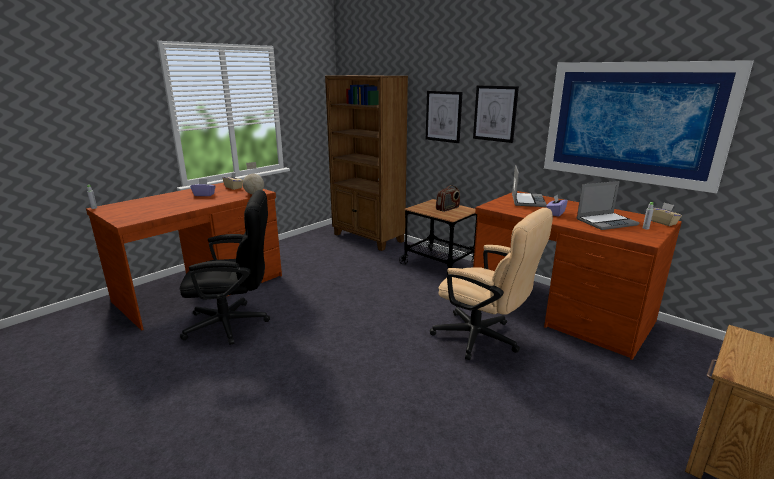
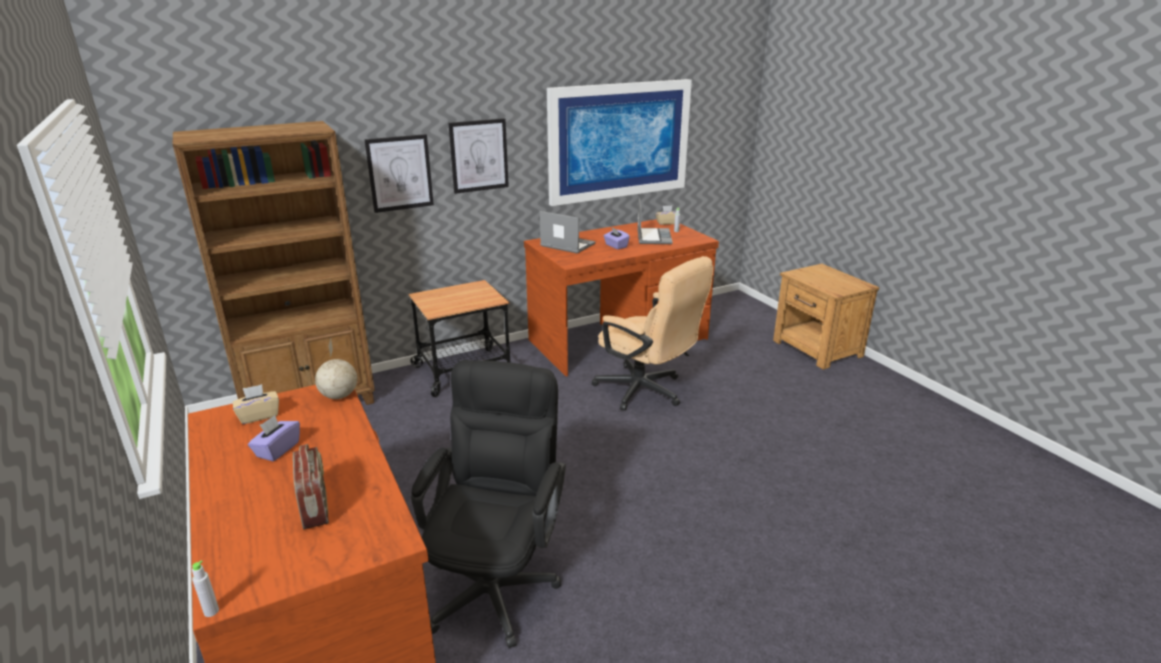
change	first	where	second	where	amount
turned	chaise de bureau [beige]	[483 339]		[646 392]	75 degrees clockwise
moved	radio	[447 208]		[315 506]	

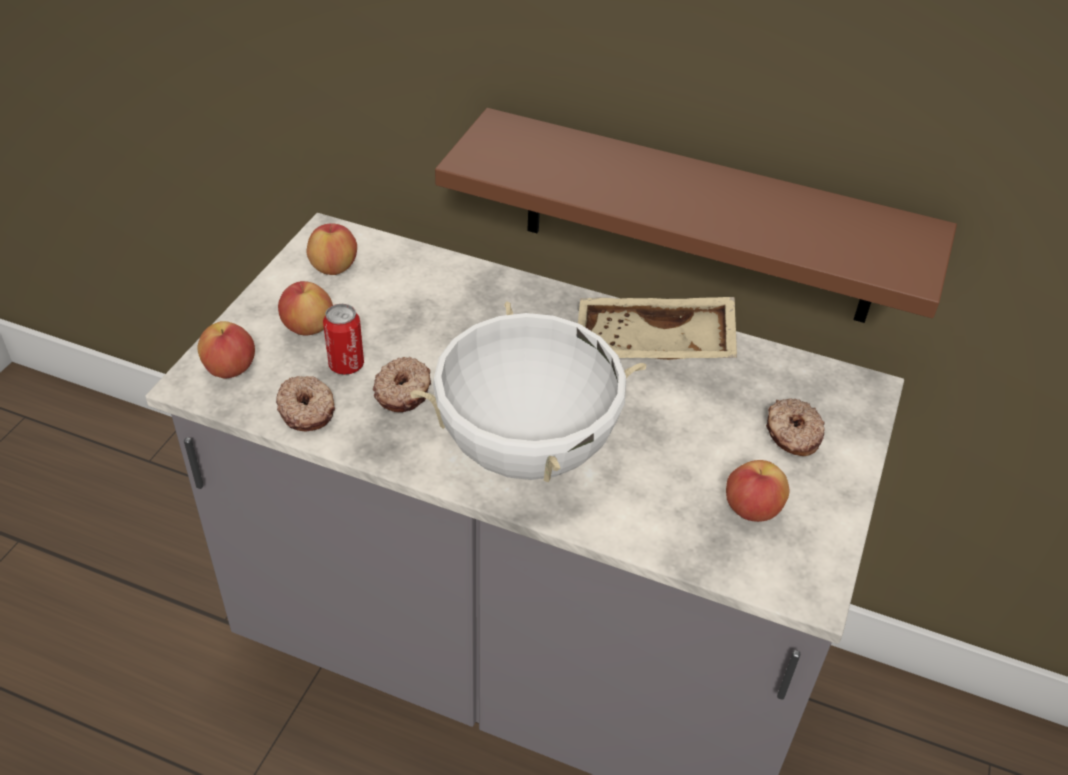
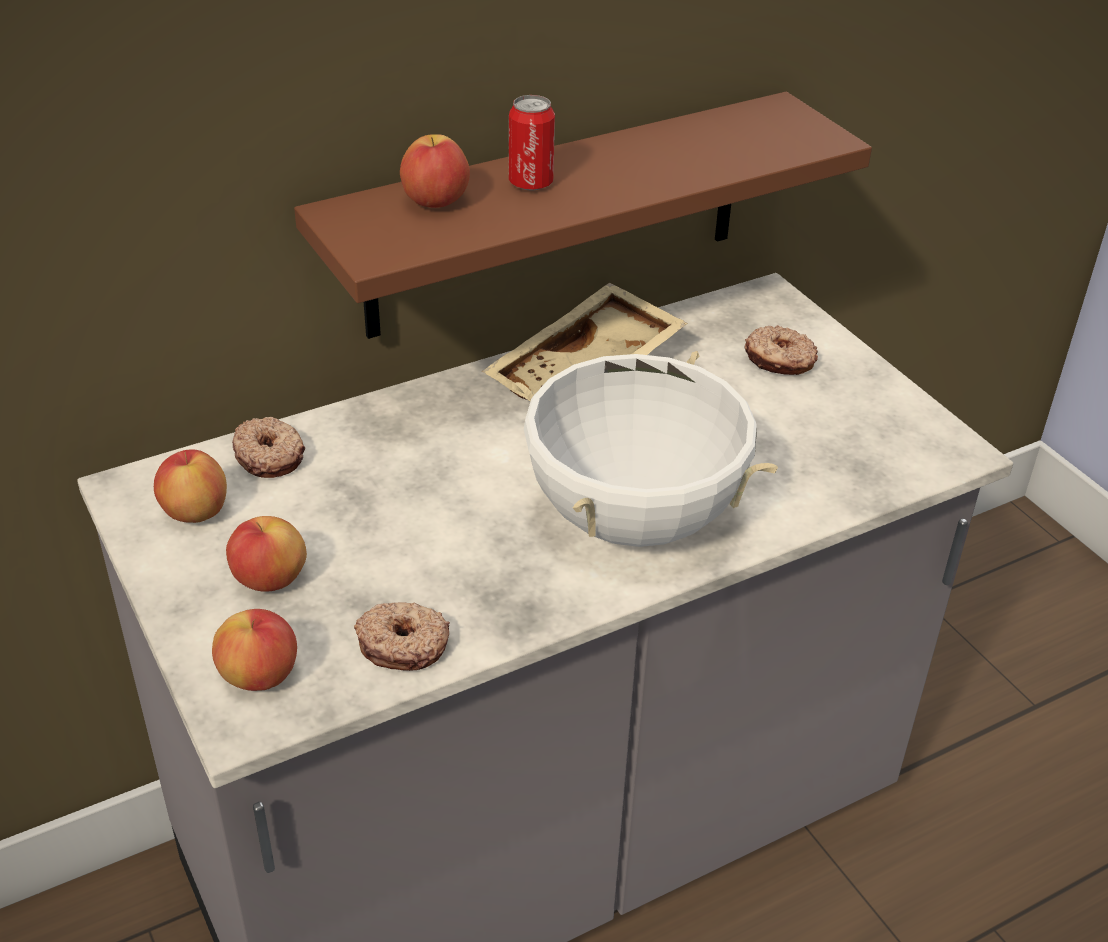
change	first	where	second	where	amount
moved	boîte métallique	[346 365]		[531 183]	
moved	beignet	[404 392]		[270 456]	
moved	pomme	[752 509]		[435 202]	

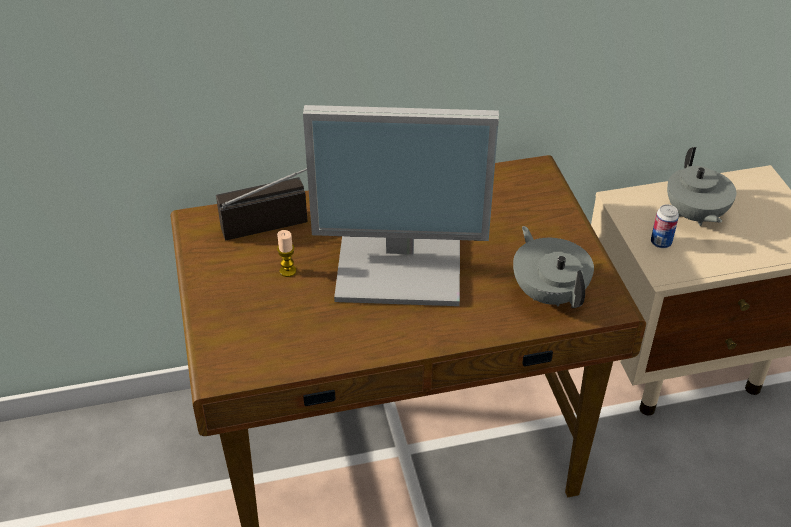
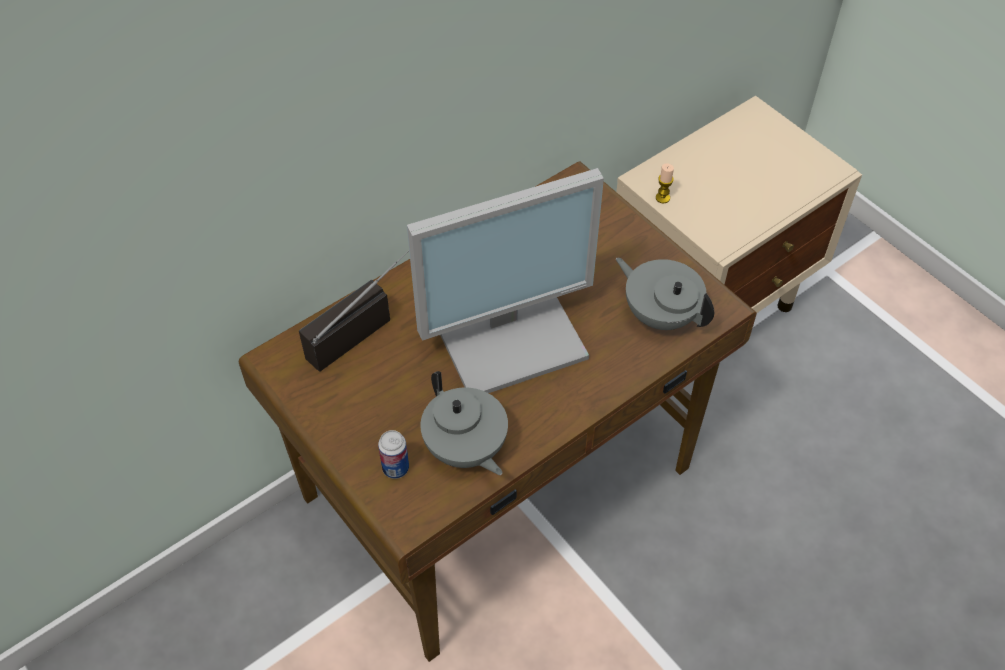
change	first	where	second	where	amount
moved	bougie	[288 271]		[662 198]	
moved	boîte métallique	[661 242]		[395 468]	
moved	théière [gris]	[694 215]		[465 449]	

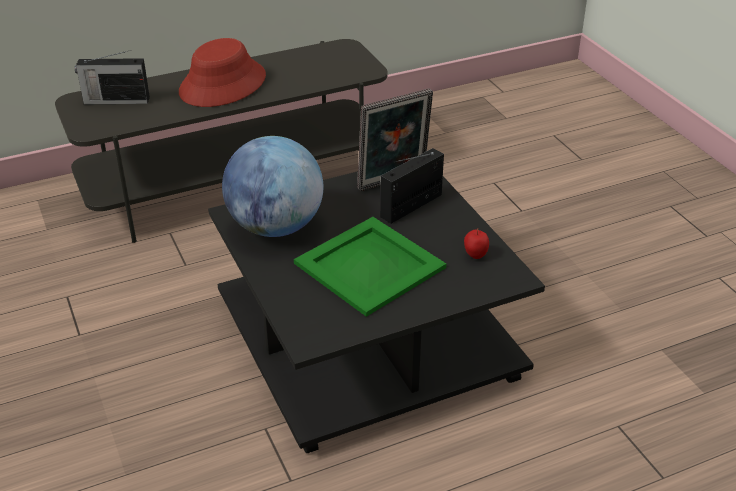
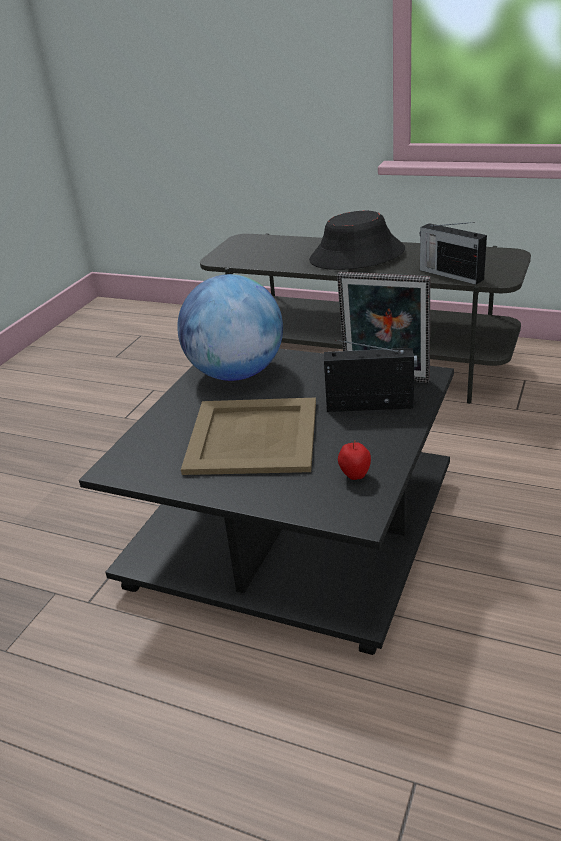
change	first	where	second	where	amount
moved	radio	[115 100]		[450 274]	
recoloured	chapeau [rouge]	[223 85]	chapeau [noir]	[357 256]	
recoloured	plateau [vert]	[369 266]	plateau [beige]	[251 437]	

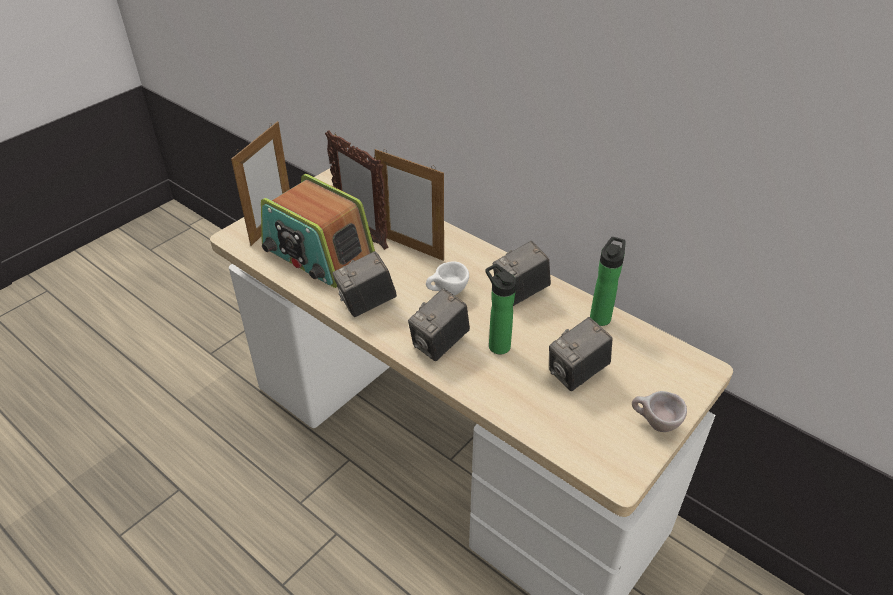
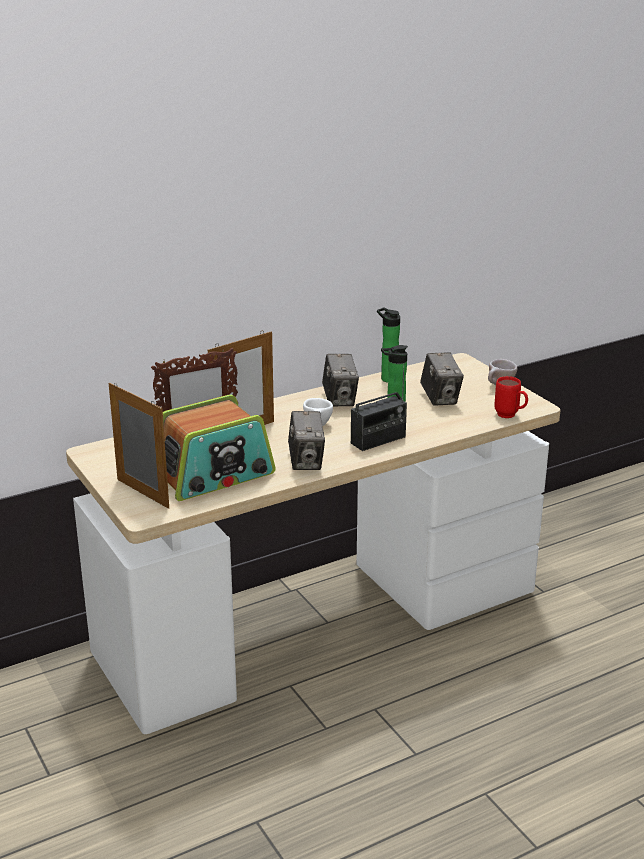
change	first	where	second	where	amount
replaced	appareil photo	[439 344]	radio	[378 440]	
added			mug [rouge]	[510 416]	

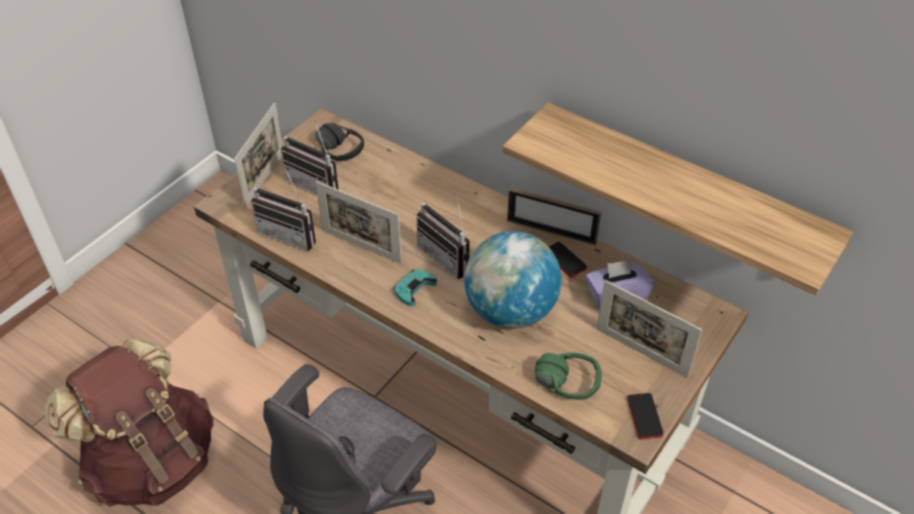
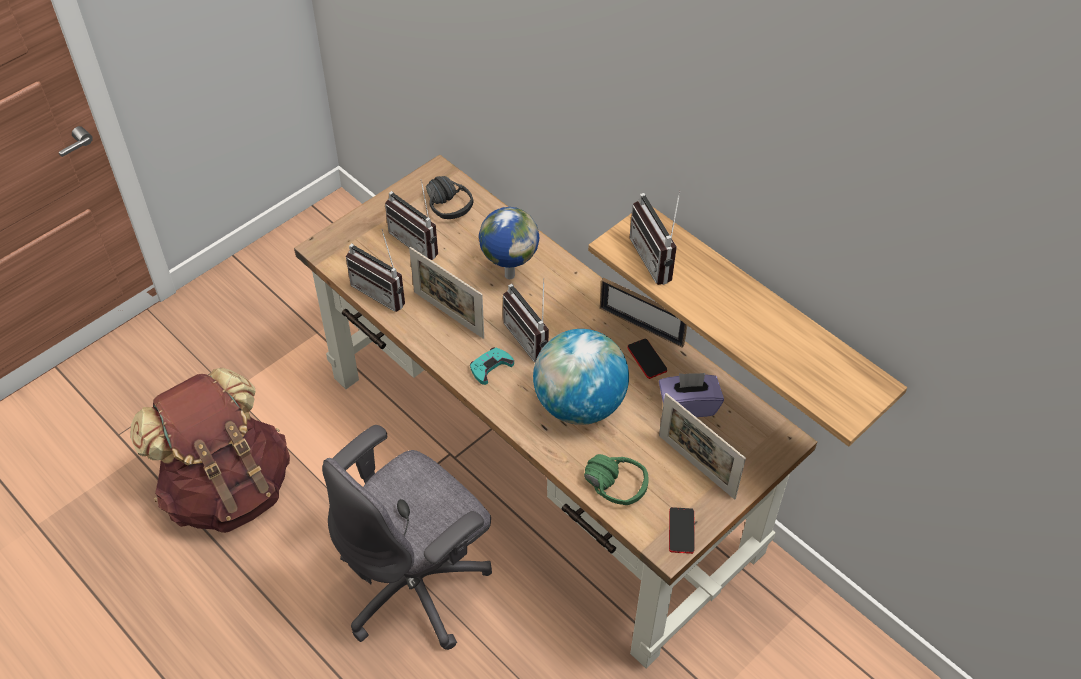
change	first	where	second	where	amount
removed	cadre photo	[265 178]			
added			globe	[509 275]	
added			radio	[658 258]	

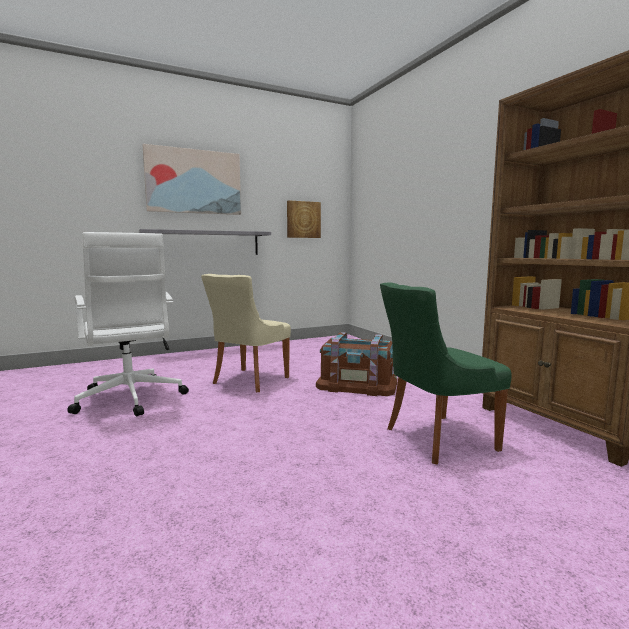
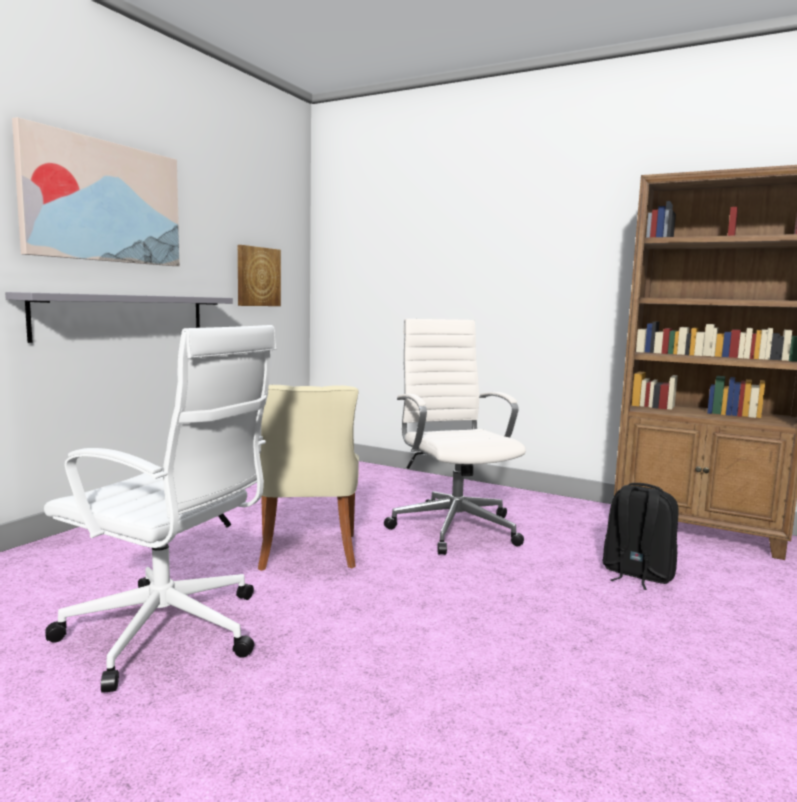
change	first	where	second	where	amount
replaced	boîte de rangement [marron]	[357 384]	chaise de bureau [blanc]	[454 527]	
replaced	chaise [vert]	[436 439]	sac à dos [noir]	[636 574]	

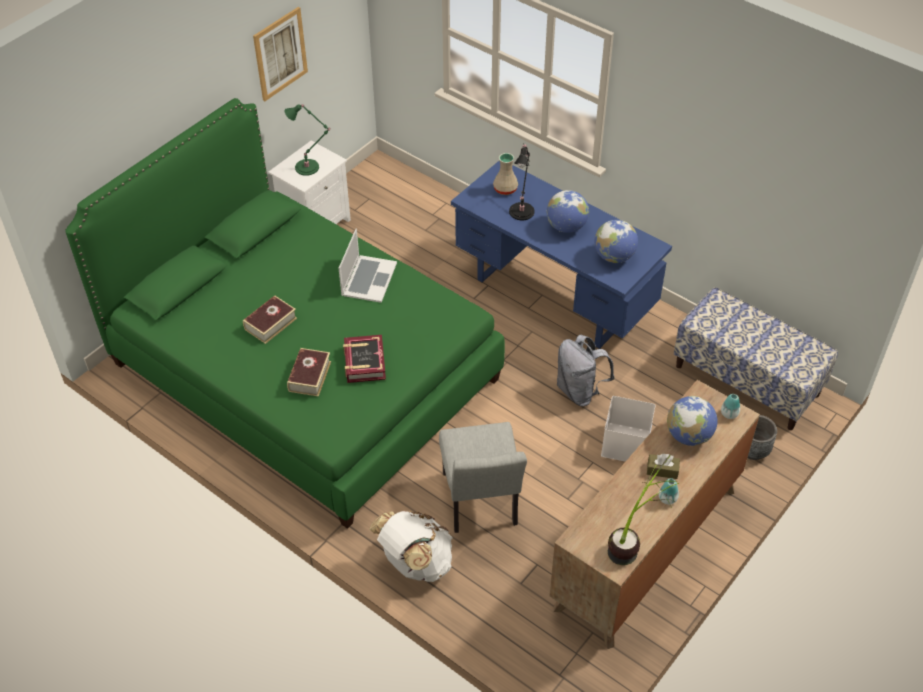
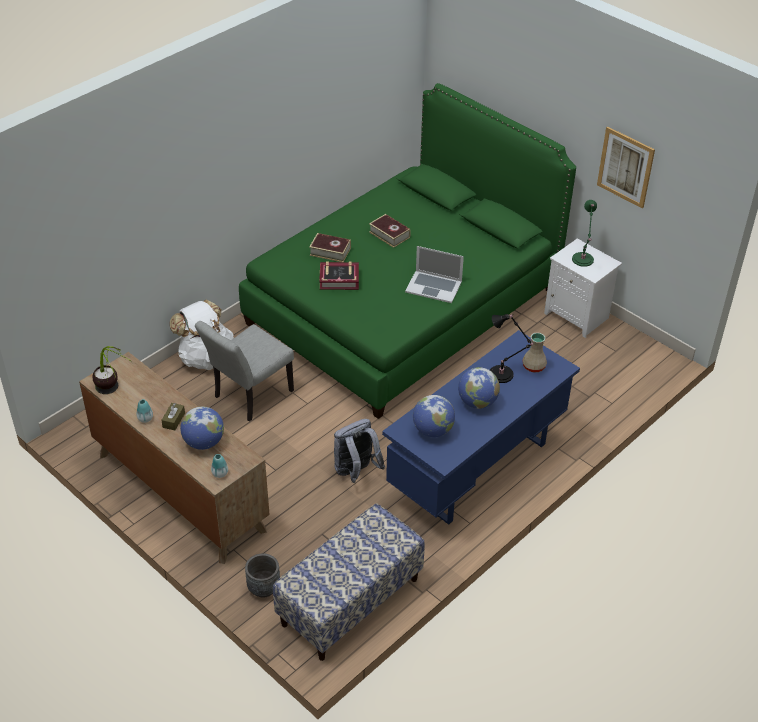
change	first	where	second	where	amount
turned	chaise [gris]	[481 505]		[249 396]	45 degrees counterclockwise
removed	boîte de rangement [blanc]	[626 444]			

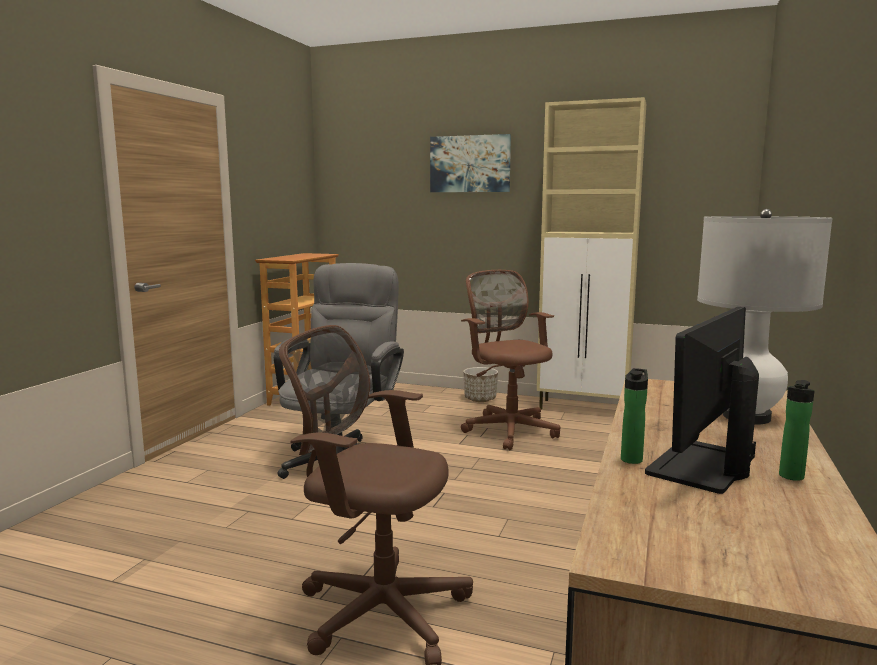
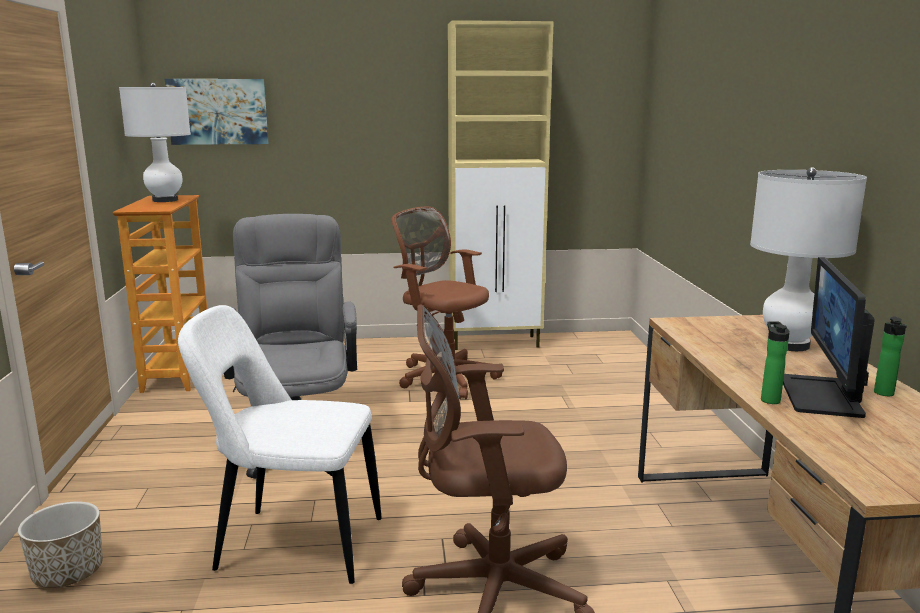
change	first	where	second	where	amount
moved	tableau	[470 164]		[218 111]	
moved	cache-pot	[480 399]		[68 573]	
added			lampe de table [blanc]	[165 200]	
added			chaise [blanc]	[292 544]	

